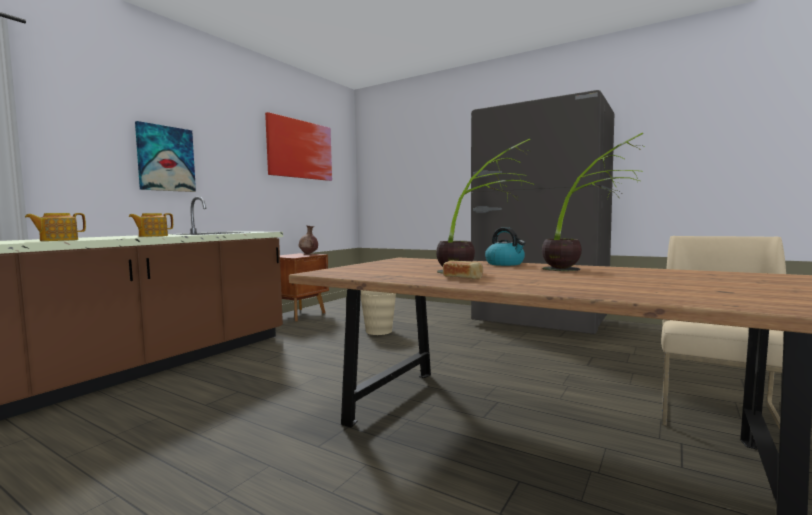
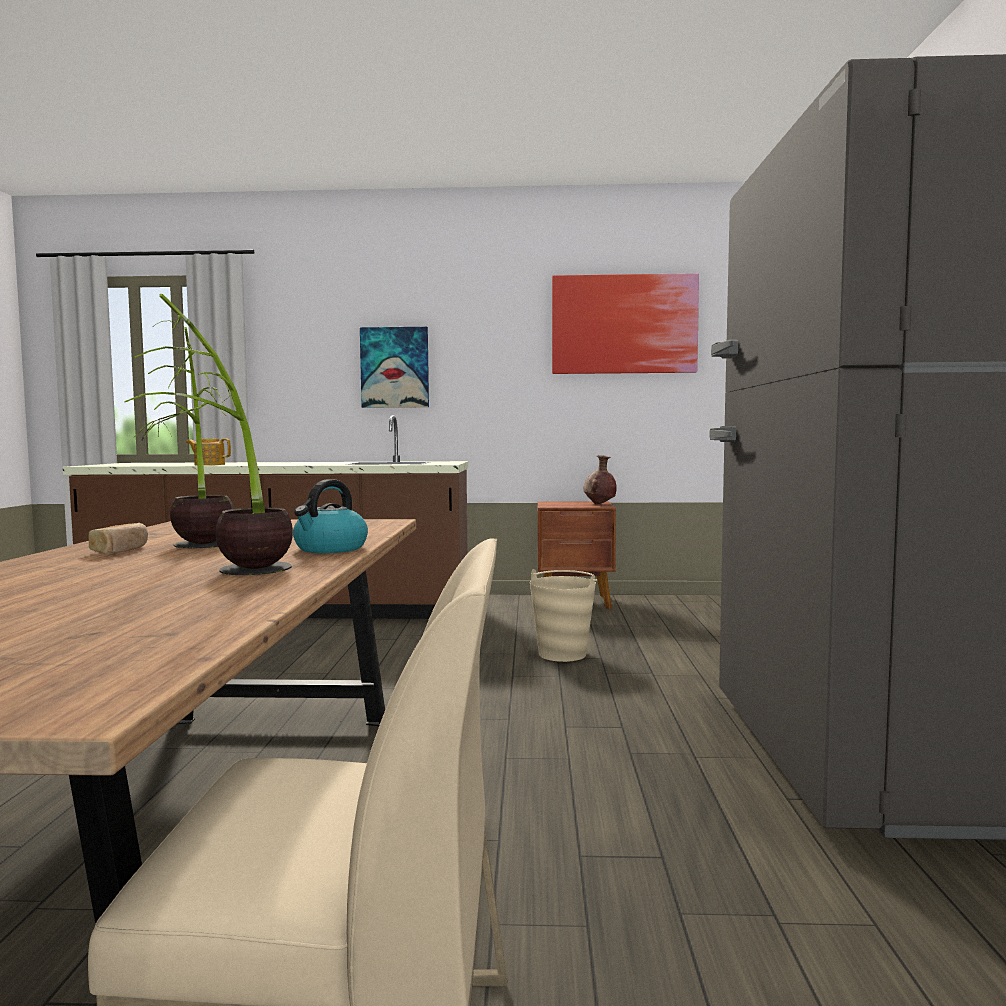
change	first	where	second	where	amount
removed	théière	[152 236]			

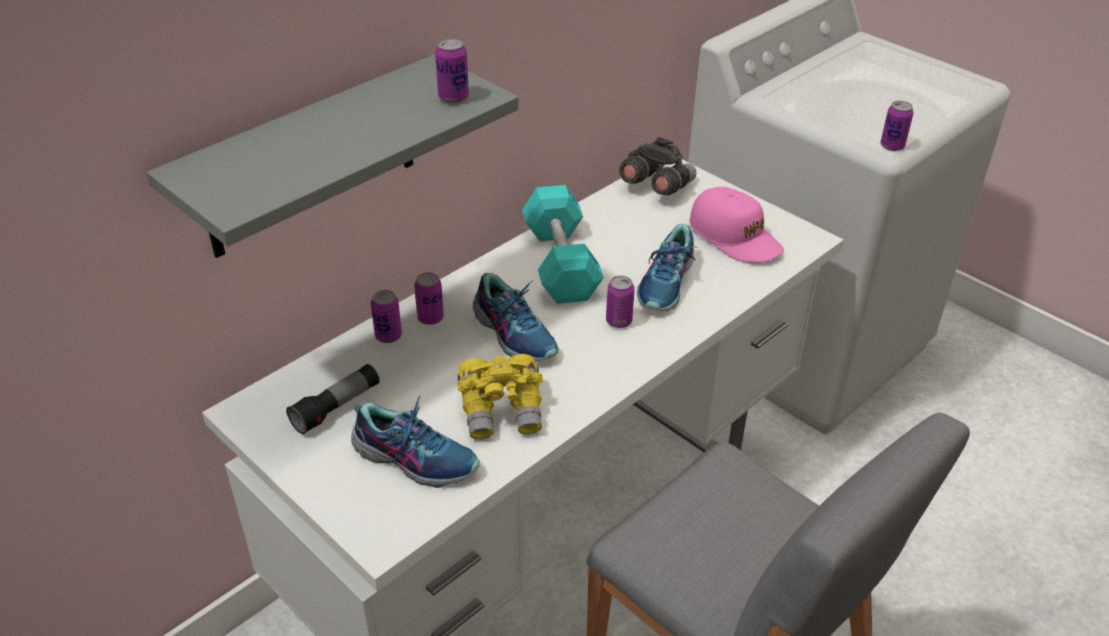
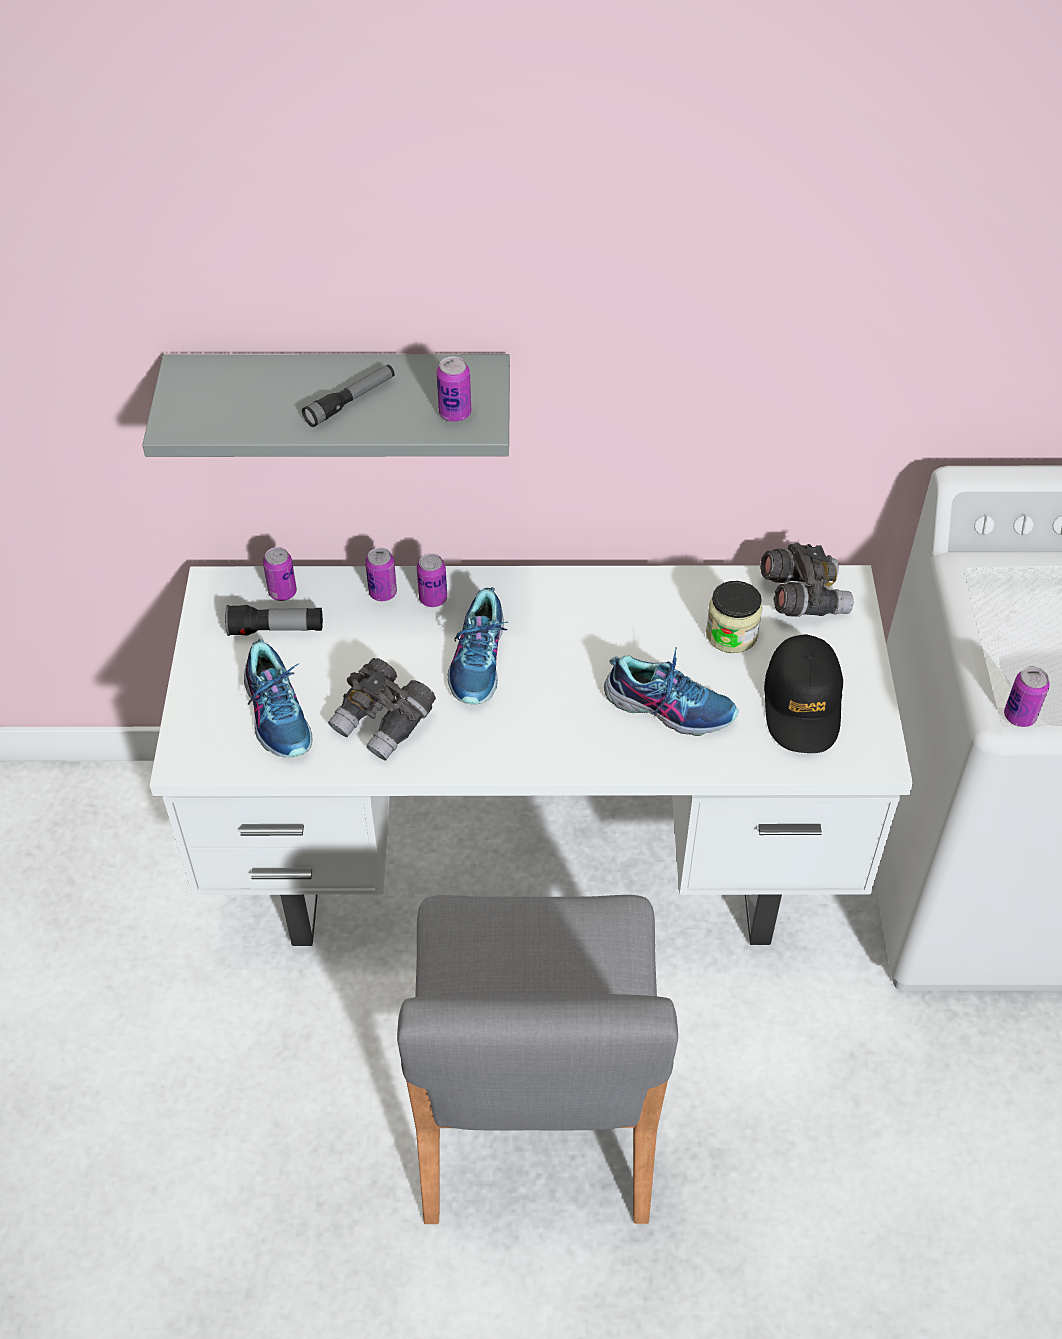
change	first	where	second	where	amount
recoloured	jumelles [jaune]	[502 411]	jumelles [gris]	[384 723]	
removed	haltère [turquoise]	[560 263]			
moved	boîte métallique	[618 321]		[282 592]	
turned	chaussure	[667 284]		[669 706]	135 degrees counterclockwise
recoloured	casquette [rose]	[735 237]	casquette [noir]	[803 704]	
added			lampe de poche	[350 401]	
added			bocal	[731 634]	

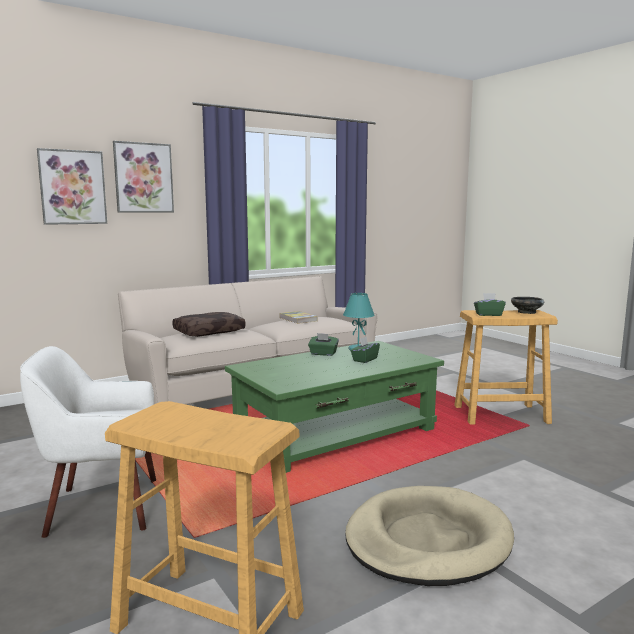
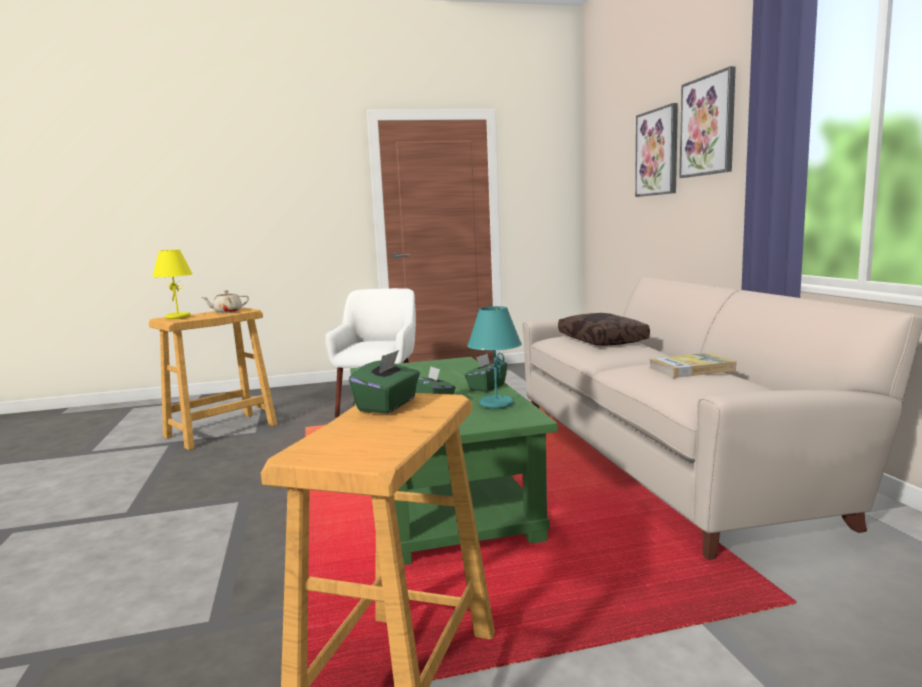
change	first	where	second	where	amount
removed	panier pour chien [beige]	[427 540]			
removed	bol [noir]	[526 312]			
added			lampe de table [jaune]	[178 317]	
added			théière [beige]	[227 312]	

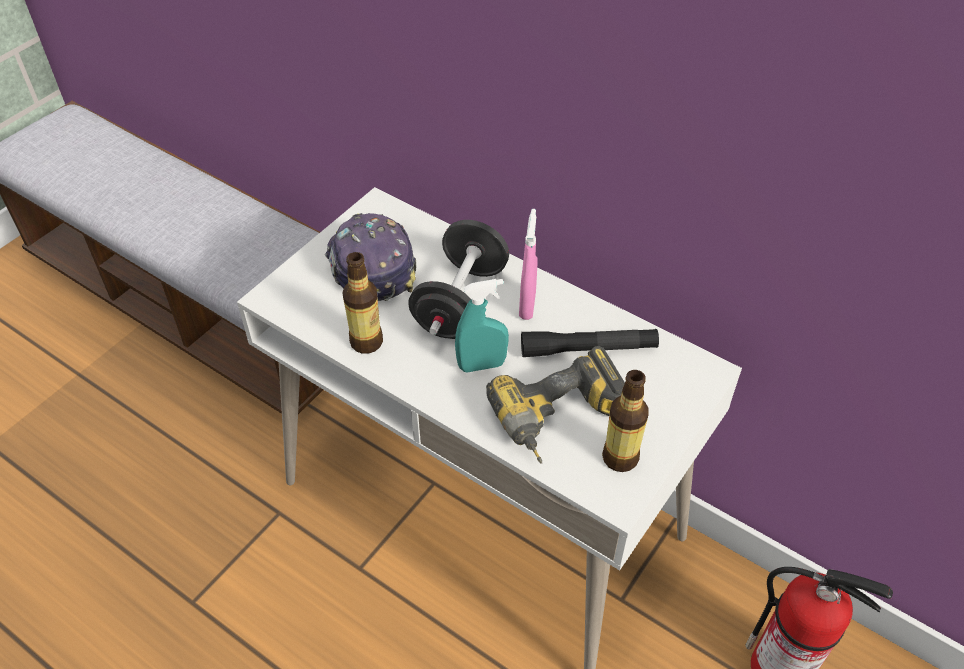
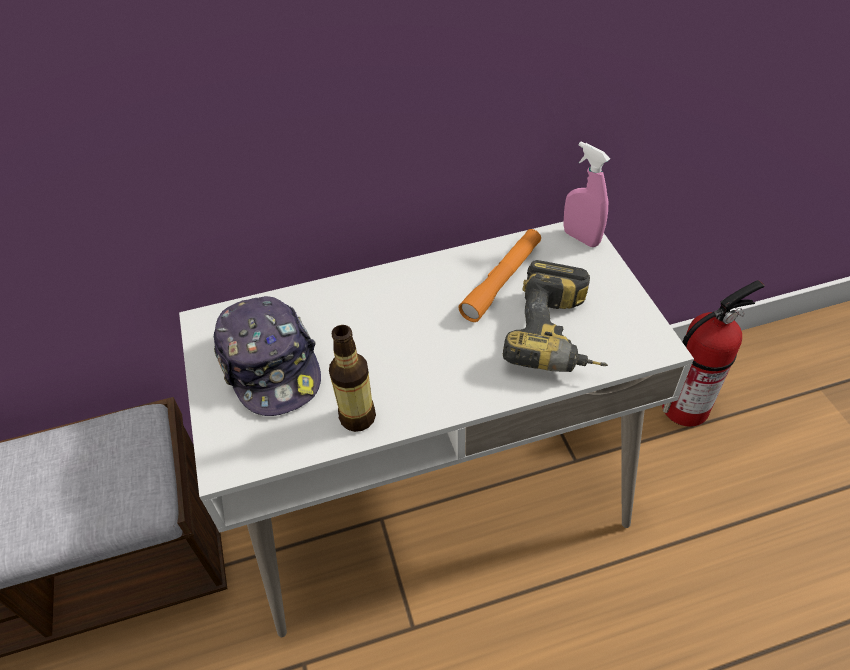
change	first	where	second	where	amount
turned	casquette	[370 266]		[271 366]	135 degrees counterclockwise
removed	haltère [noir]	[460 302]			
removed	vaporisateur [turquoise]	[481 365]			
moved	vaporisateur [rose]	[527 305]		[581 238]	
recoloured	lampe de poche [noir]	[588 349]	lampe de poche [orange]	[502 281]	
removed	bouteille	[620 457]			

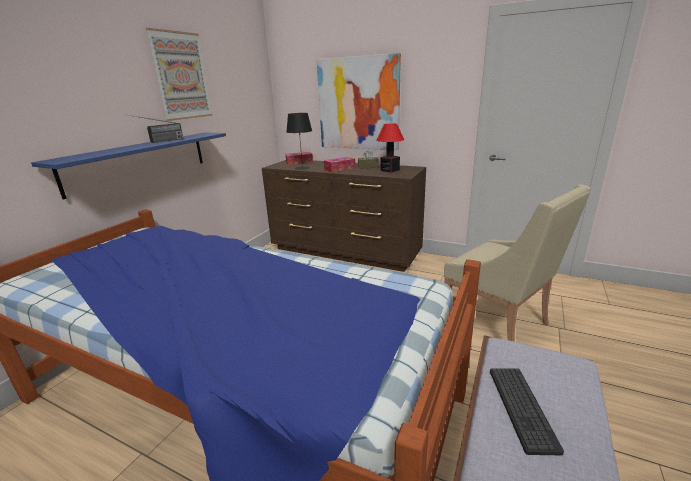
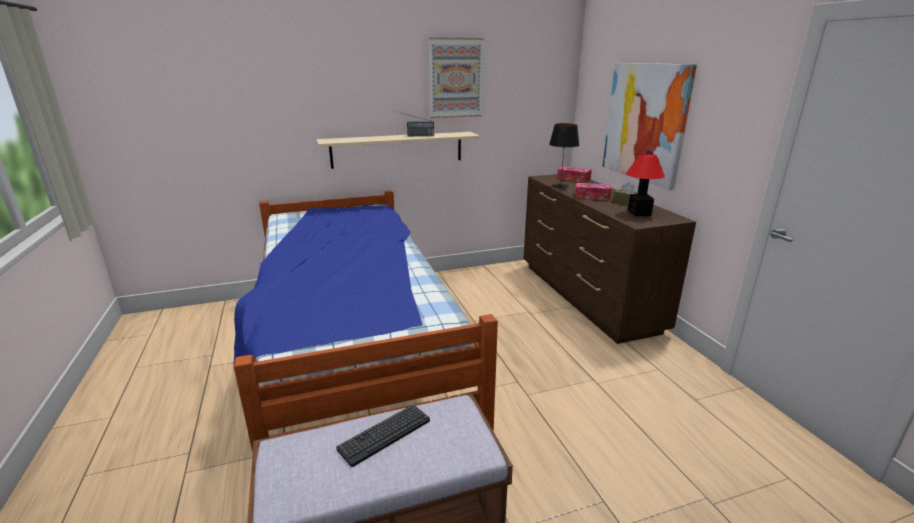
change	first	where	second	where	amount
recoloured	étagère [bleu]	[140 161]	étagère [beige]	[397 149]	
removed	fauteuil [beige]	[499 324]			

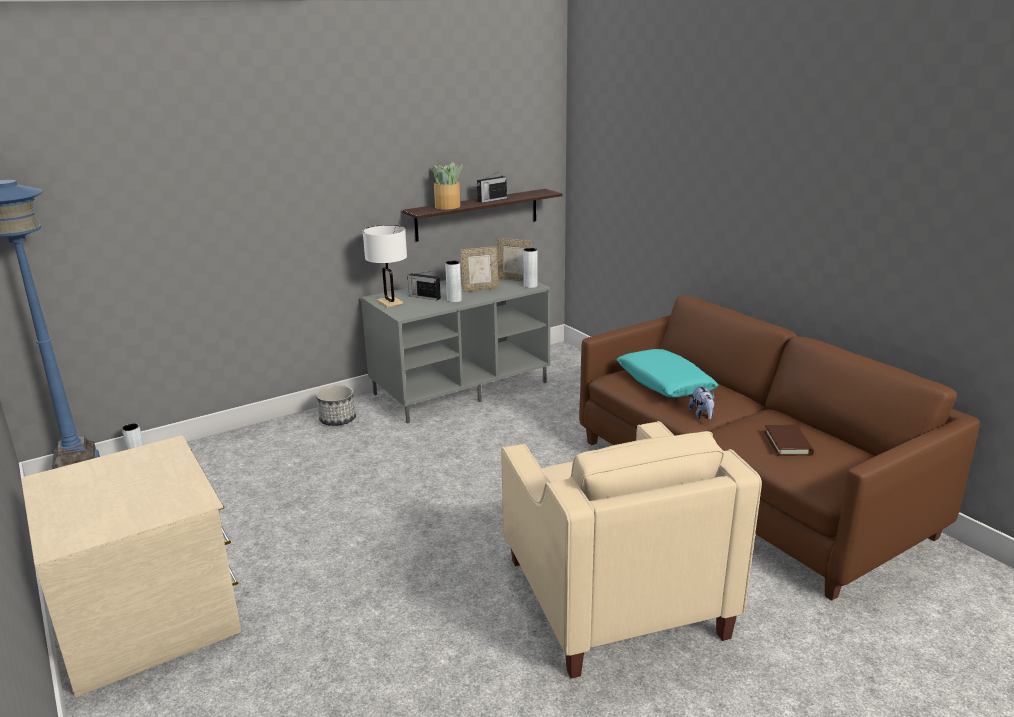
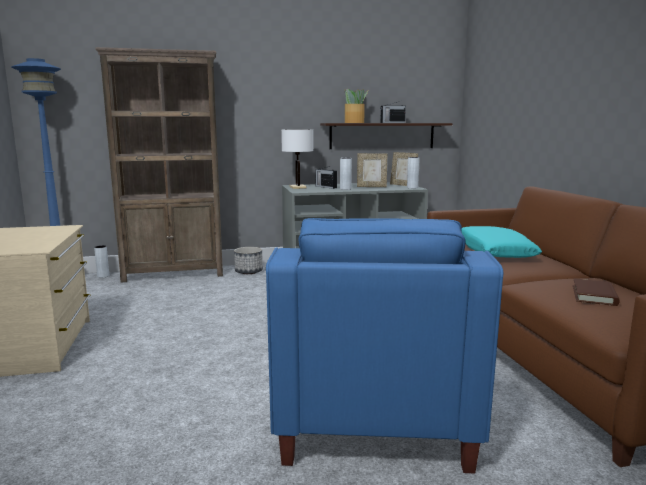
change	first	where	second	where	amount
recoloured	fauteuil [beige]	[612 596]	fauteuil [bleu]	[372 411]	
removed	peluche	[702 415]			
added			bibliothèque [marron]	[174 274]	

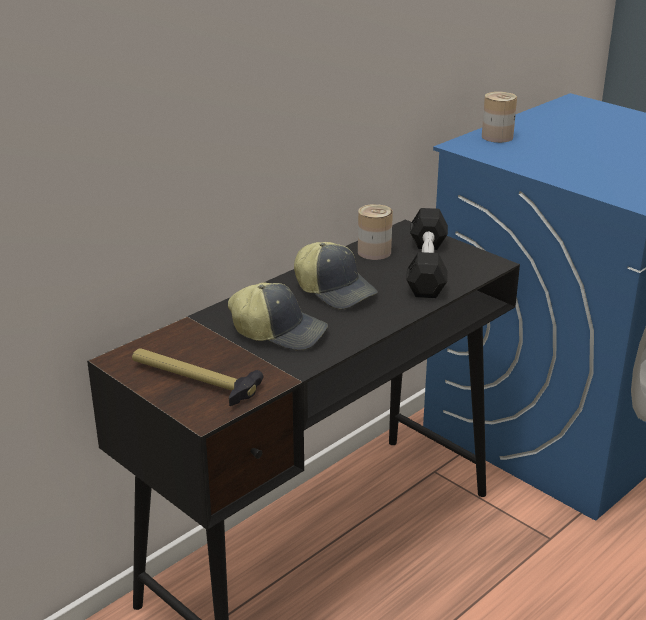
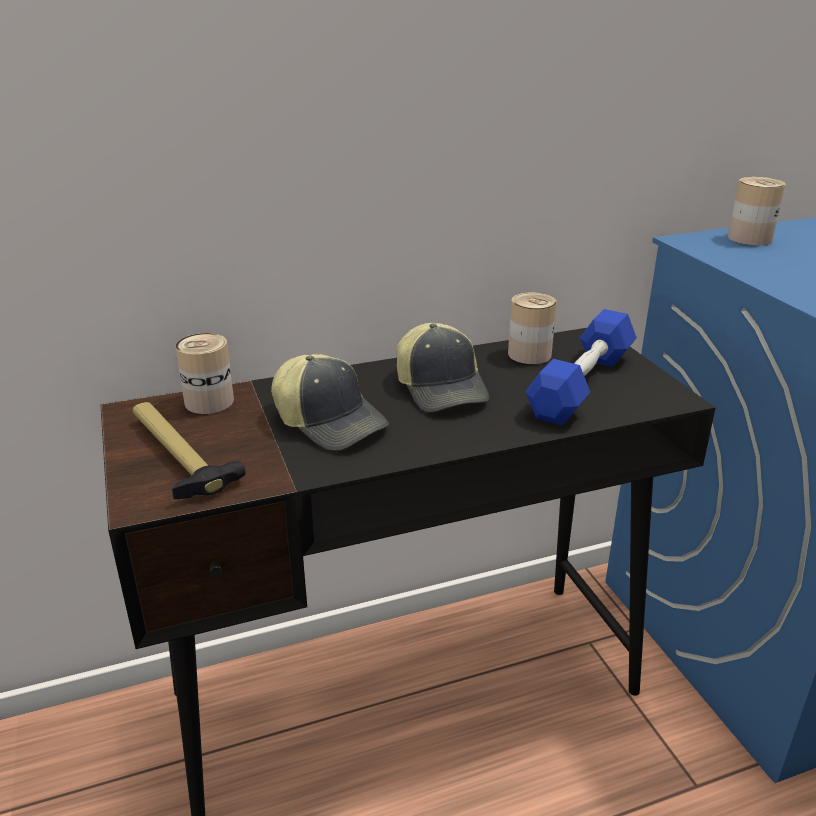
change	first	where	second	where	amount
recoloured	haltère [noir]	[427 267]	haltère [bleu]	[582 384]	
added			boîte métallique	[209 401]	

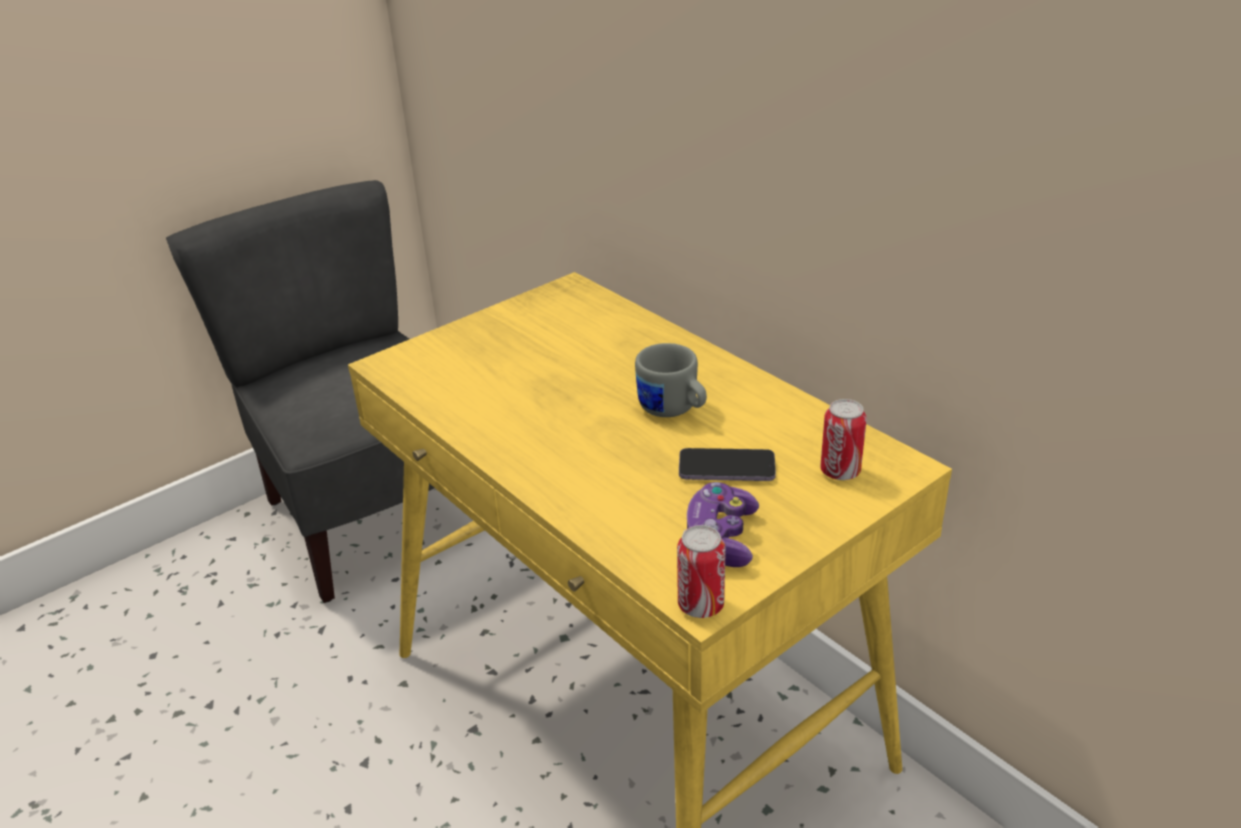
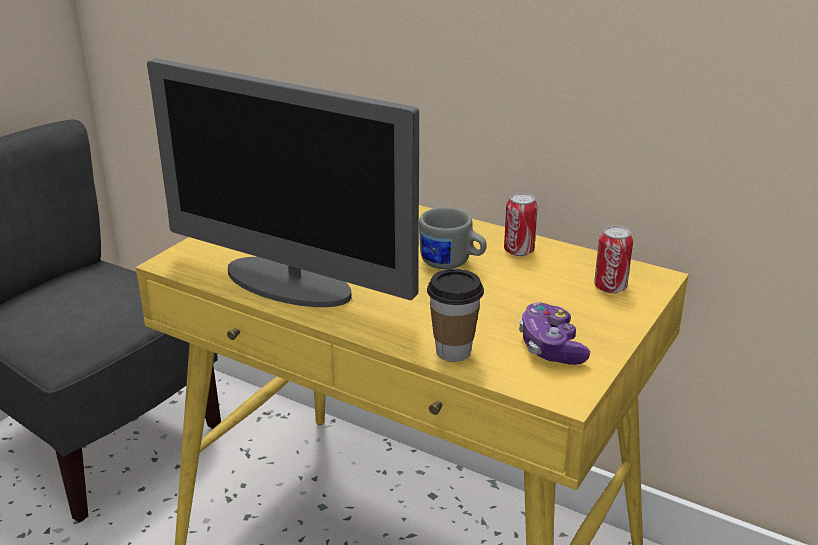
change	first	where	second	where	amount
moved	boîte métallique	[700 605]		[519 251]	
removed	téléphone	[726 468]			
added			écran d'ordinateur	[289 284]	
added			tasse	[453 351]	

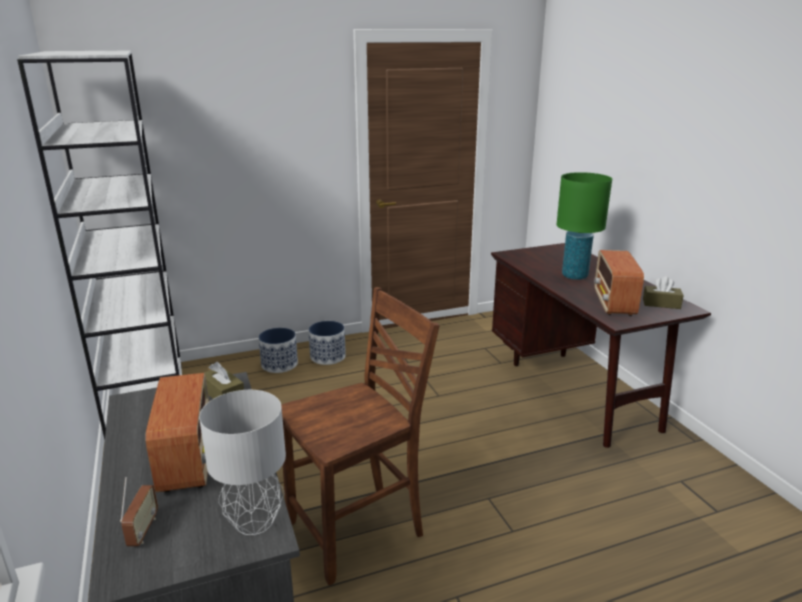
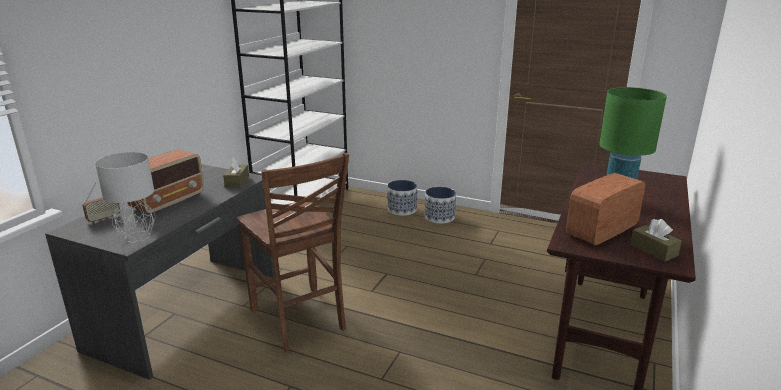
change	first	where	second	where	amount
turned	chaise [marron]	[359 530]		[299 320]	45 degrees clockwise

